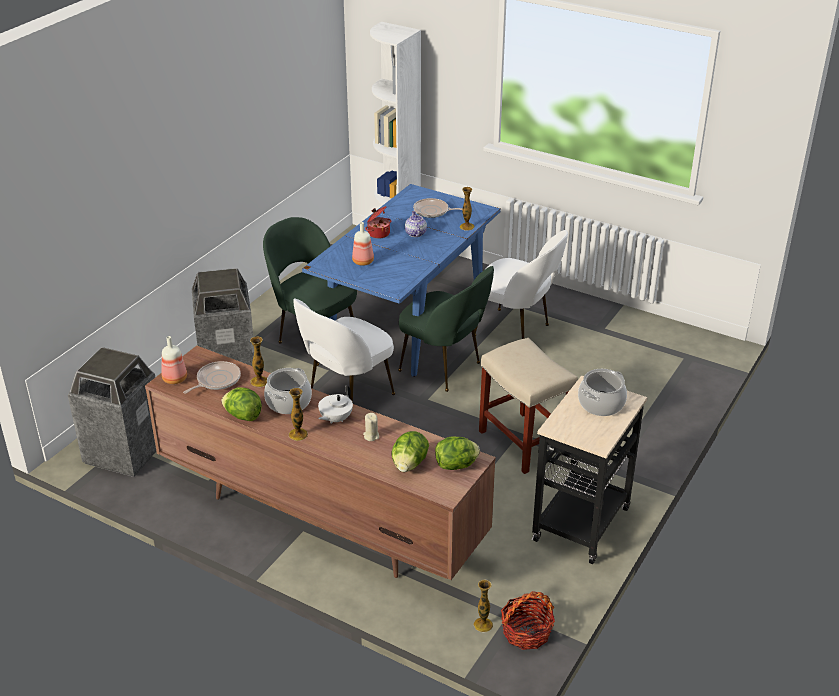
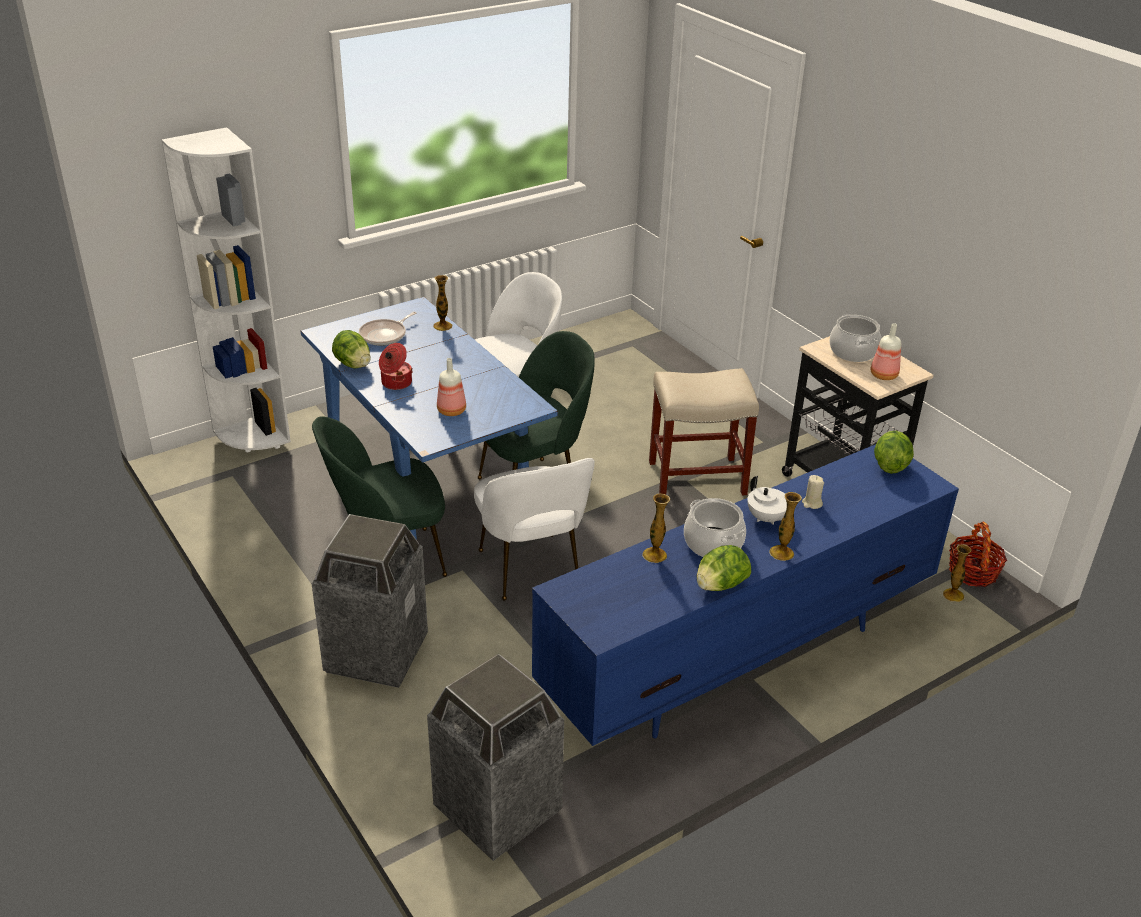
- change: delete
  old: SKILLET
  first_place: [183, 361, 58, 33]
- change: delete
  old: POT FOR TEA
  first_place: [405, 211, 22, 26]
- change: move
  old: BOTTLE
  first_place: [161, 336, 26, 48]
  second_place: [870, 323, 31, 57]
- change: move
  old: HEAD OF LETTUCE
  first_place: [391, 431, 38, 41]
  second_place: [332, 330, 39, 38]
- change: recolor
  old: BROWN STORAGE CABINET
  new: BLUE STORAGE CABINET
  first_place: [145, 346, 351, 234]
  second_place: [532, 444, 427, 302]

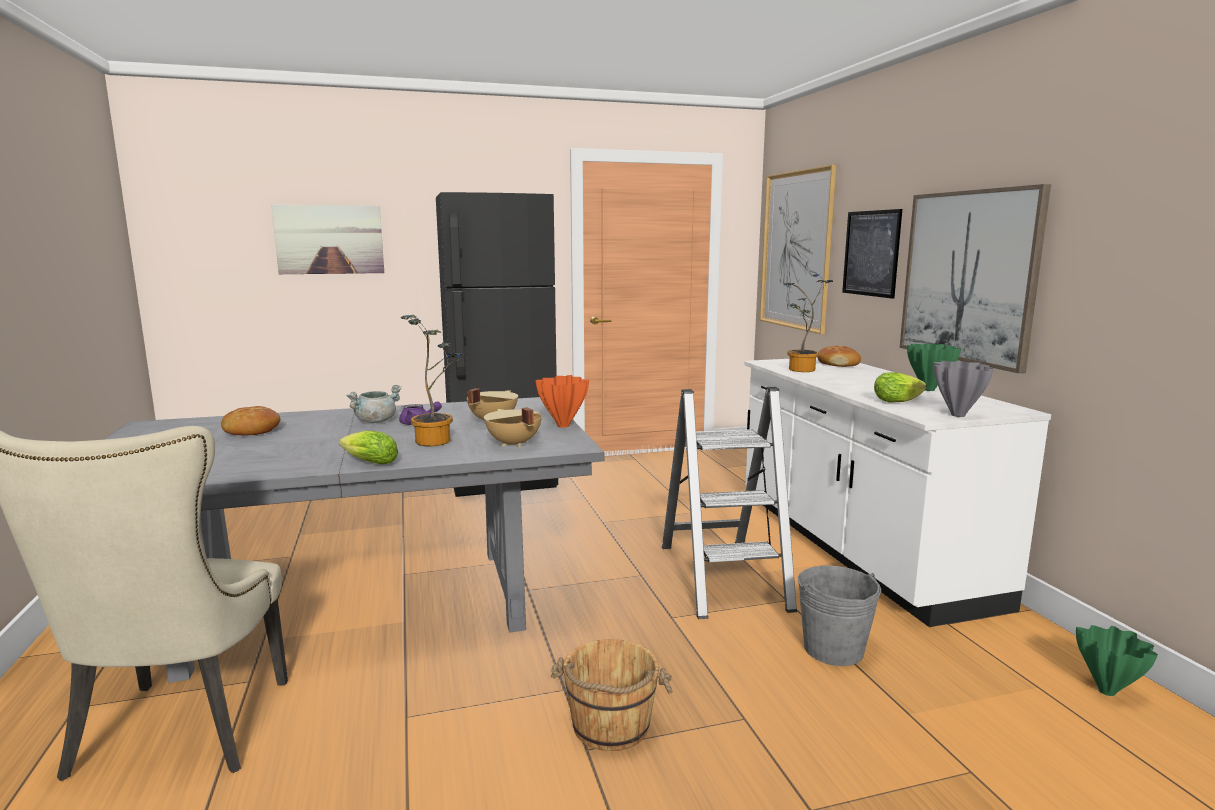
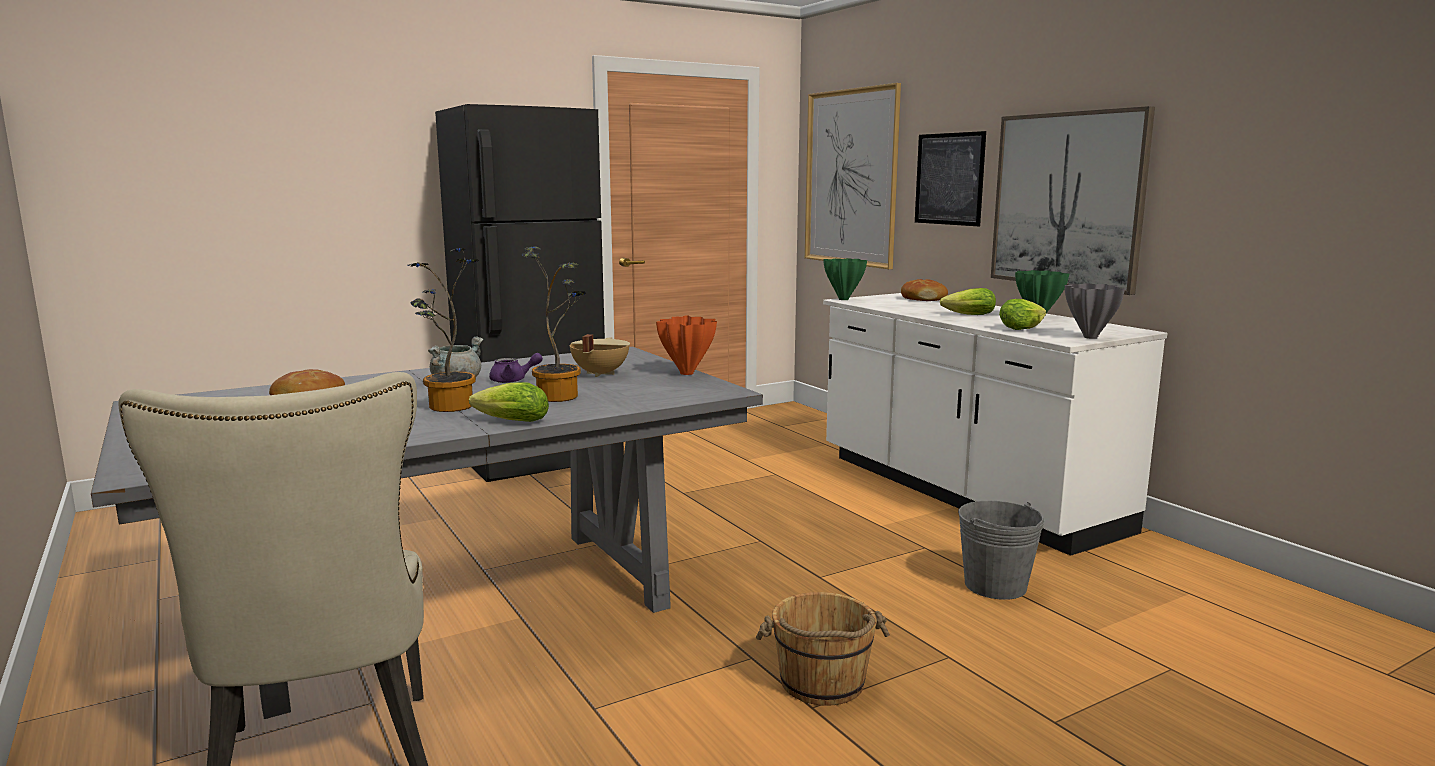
- change: delete
  old: PICTURE
  first_place: [272, 205, 112, 69]
- change: delete
  old: SAND-COLOURED STOCKPOT
  first_place: [484, 407, 58, 40]
- change: delete
  old: GREY STEP STOOL
  first_place: [662, 387, 135, 232]
- change: insert
  new: HEAD OF LETTUCE
  second_place: [940, 288, 56, 27]
- change: move
  old: HOUSEPLANT
  first_place: [785, 274, 48, 98]
  second_place: [408, 248, 70, 164]
- change: move
  old: GREEN DECORATIVE VASE
  first_place: [1076, 625, 82, 71]
  second_place: [823, 258, 44, 42]

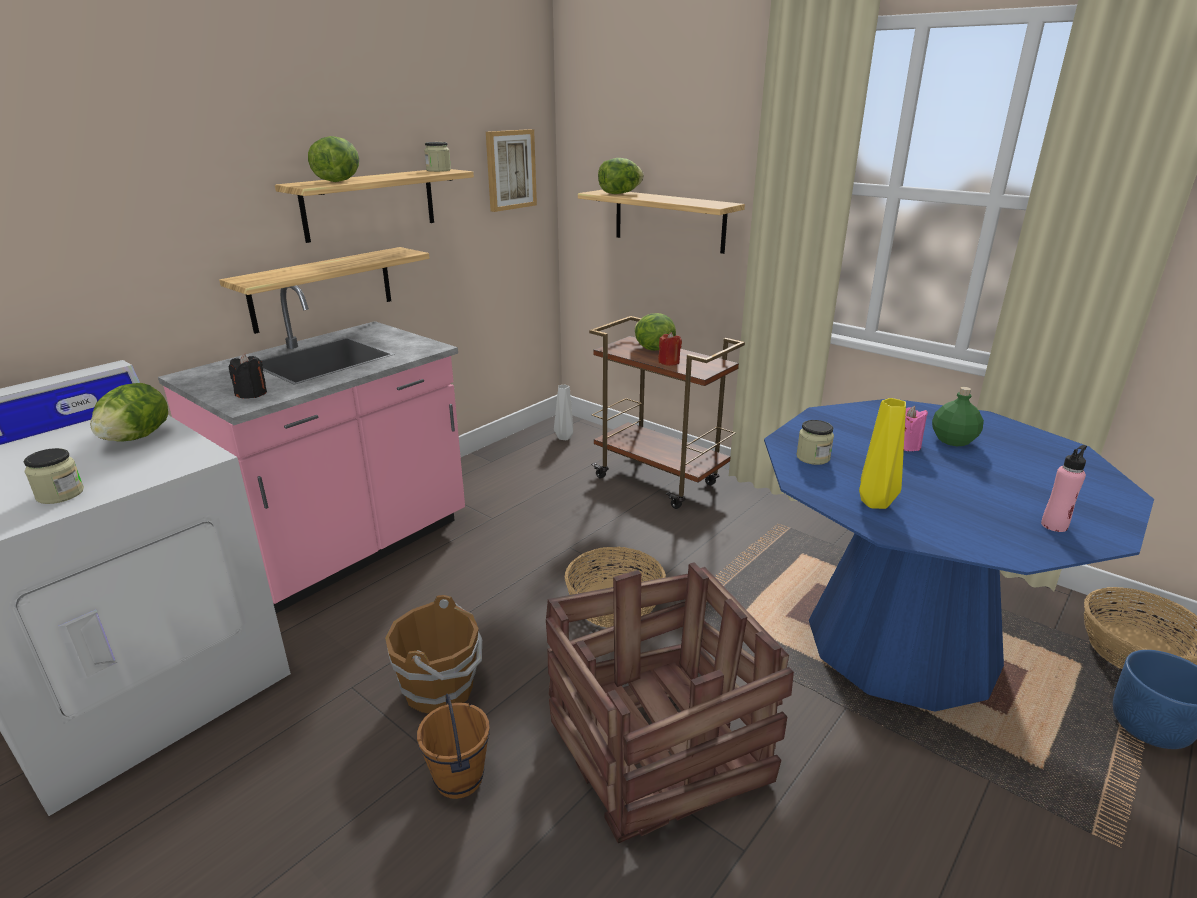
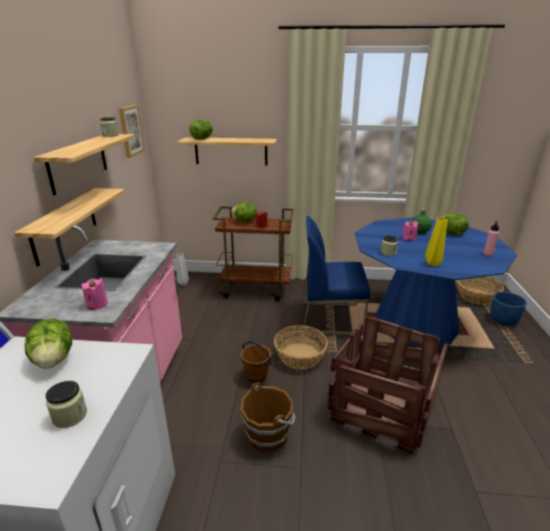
- change: insert
  new: BLUE CHAIR
  second_place: [302, 216, 68, 119]
- change: move
  old: HEAD OF LETTUCE
  first_place: [308, 136, 51, 46]
  second_place: [442, 213, 27, 22]
- change: move
  old: BROWN PAIL
  first_place: [417, 694, 73, 105]
  second_place: [241, 341, 31, 43]
- change: recolor
  old: BLACKISH WAX CANDLE
  new: PINKISH WAX CANDLE
  first_place: [229, 354, 38, 45]
  second_place: [82, 278, 26, 32]

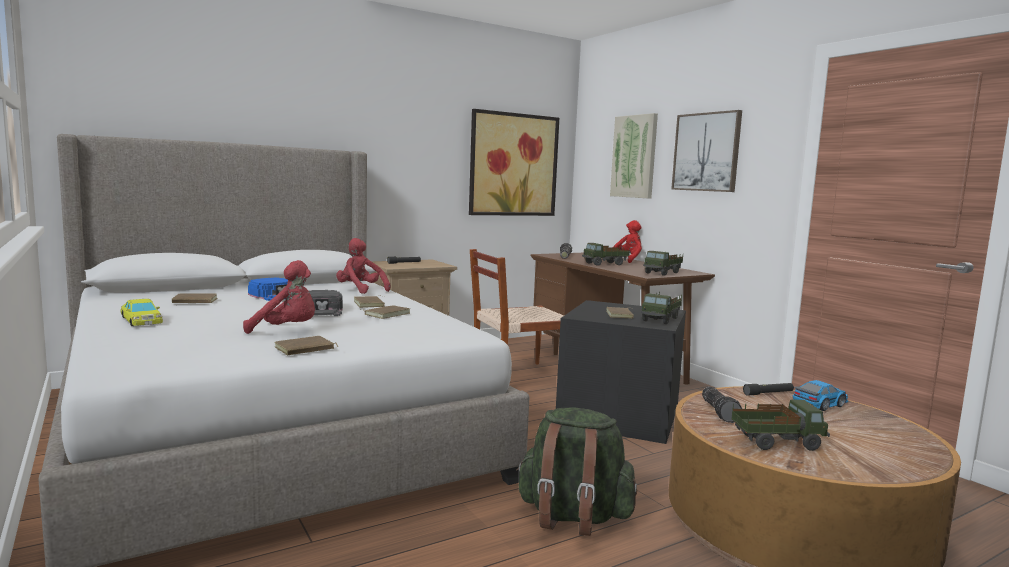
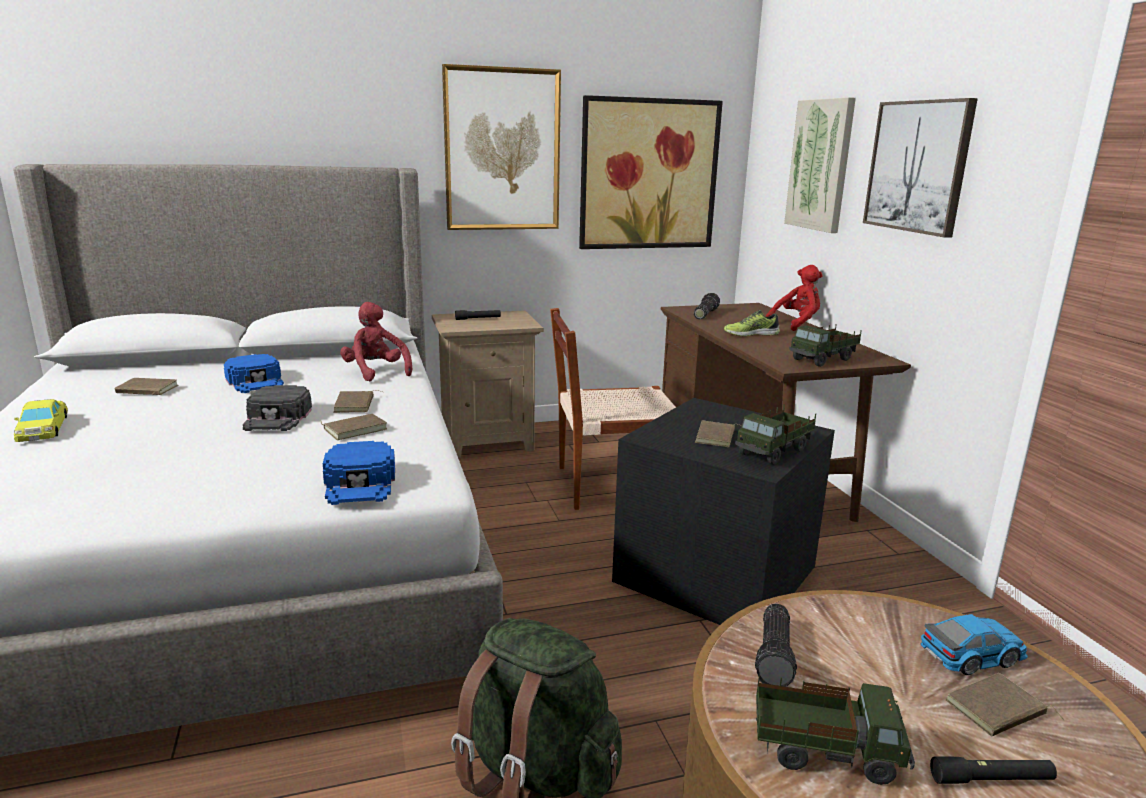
- change: delete
  old: RED-COLOURED CUDDLY TOY
  first_place: [243, 260, 72, 74]
- change: insert
  new: BLUE PEAKED CAP
  second_place: [323, 441, 72, 64]
- change: insert
  new: PICTURE
  second_place: [442, 64, 119, 166]
- change: move
  old: BROWN VOLUME
  first_place: [274, 336, 64, 19]
  second_place: [945, 673, 120, 63]
- change: move
  old: BLACKISH FLASHLIGHT
  first_place: [743, 383, 51, 13]
  second_place: [930, 757, 127, 27]
- change: replace
  old: MODEL TRUCK
  new: ITEM OF FOOTWEAR
  first_place: [582, 243, 48, 23]
  second_place: [724, 310, 56, 26]

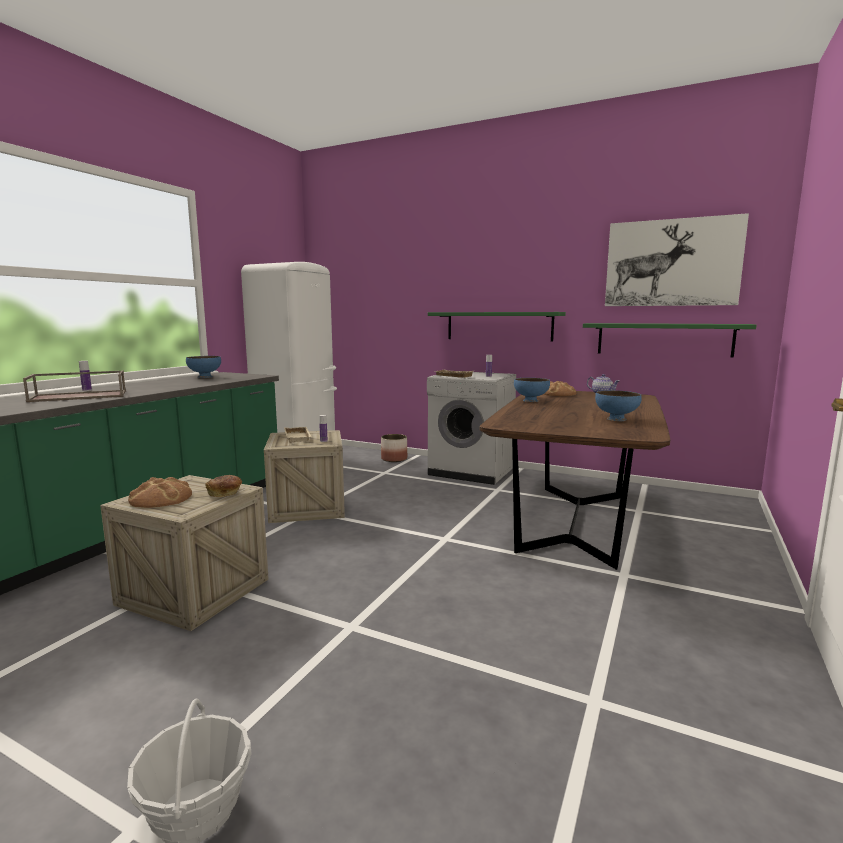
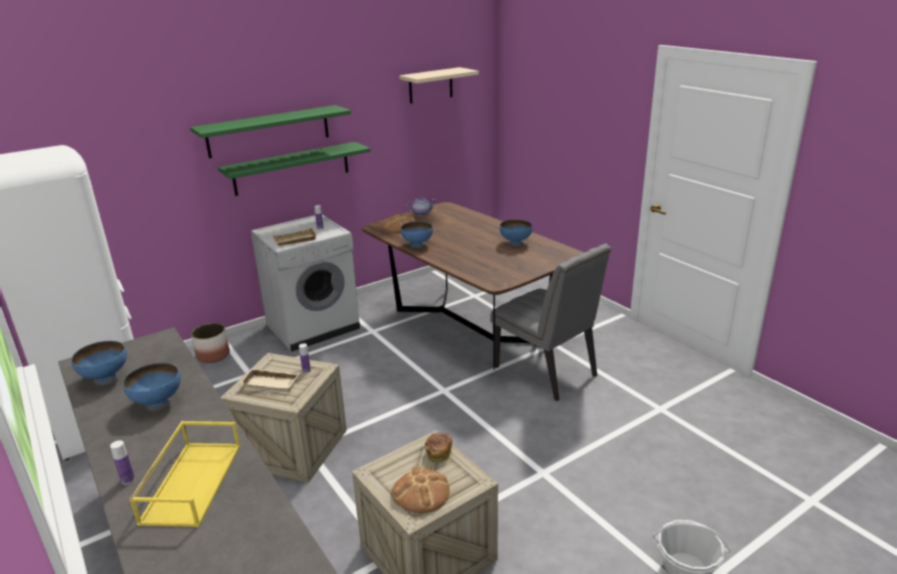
- change: insert
  new: BLUE DEEP DISH
  second_place: [123, 363, 58, 47]
- change: insert
  new: GREY CHAIR
  second_place: [490, 243, 121, 158]
- change: move
  old: GREEN BRACKET SHELF
  first_place: [583, 323, 173, 35]
  second_place: [190, 105, 161, 53]
- change: replace
  old: PICTURE
  new: SAND-COLOURED BRACKET SHELF
  first_place: [605, 213, 144, 93]
  second_place: [399, 67, 80, 37]
- change: recolor
  old: BROWN CARRYING TRAY
  new: YELLOWISH CARRYING TRAY
  first_place: [23, 371, 103, 31]
  second_place: [129, 421, 111, 106]

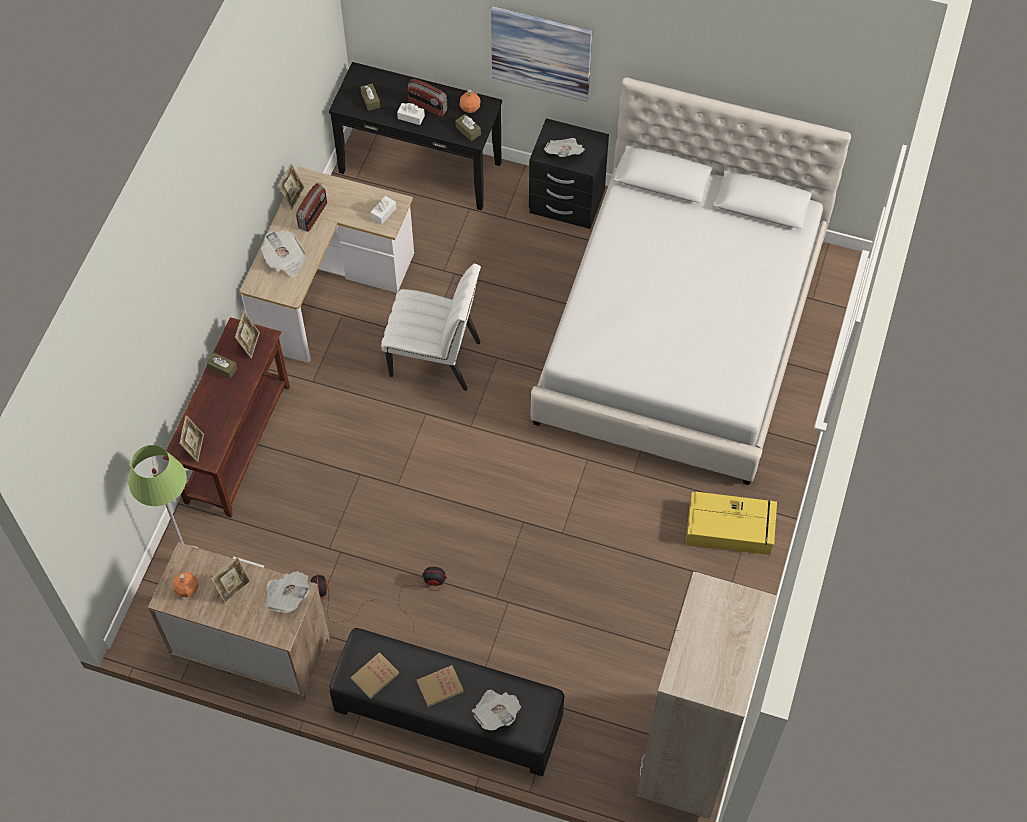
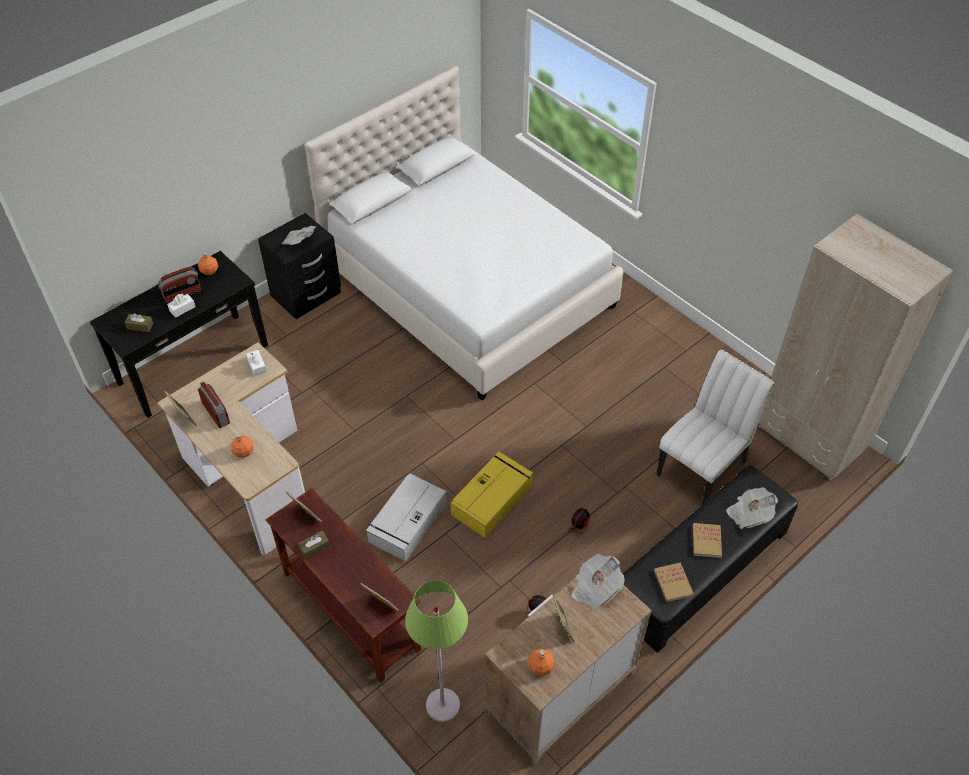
- change: delete
  old: BROWN TISSUE HOLDER
  first_place: [455, 114, 26, 27]
- change: delete
  old: PICTURE
  first_place: [491, 6, 101, 96]
- change: insert
  new: GREY STORAGE CONTAINER
  second_place: [366, 474, 81, 88]
- change: move
  old: WHITISH CHAIR
  first_place: [381, 264, 100, 127]
  second_place: [657, 350, 118, 156]
- change: move
  old: YELLOWISH STORAGE CONTAINER
  first_place: [686, 492, 91, 63]
  second_place: [451, 452, 82, 86]
- change: replace
  old: NEWSPAPER
  new: ORANGE-COLOURED BOTTLE
  first_place: [261, 230, 47, 47]
  second_place: [231, 434, 23, 24]

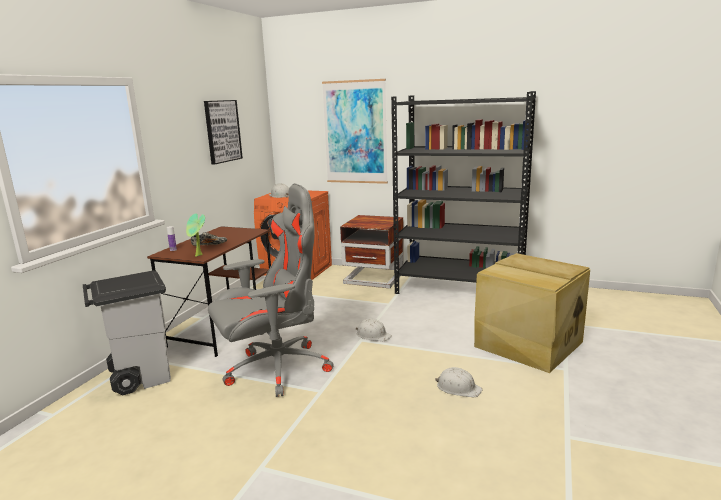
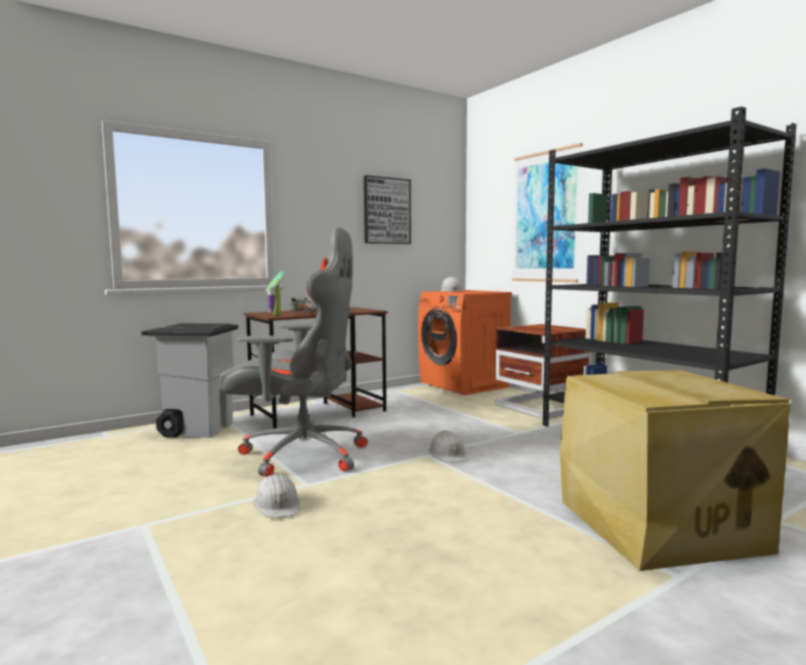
- change: move
  old: WHITISH HARD HAT
  first_place: [435, 367, 47, 30]
  second_place: [254, 474, 46, 44]

